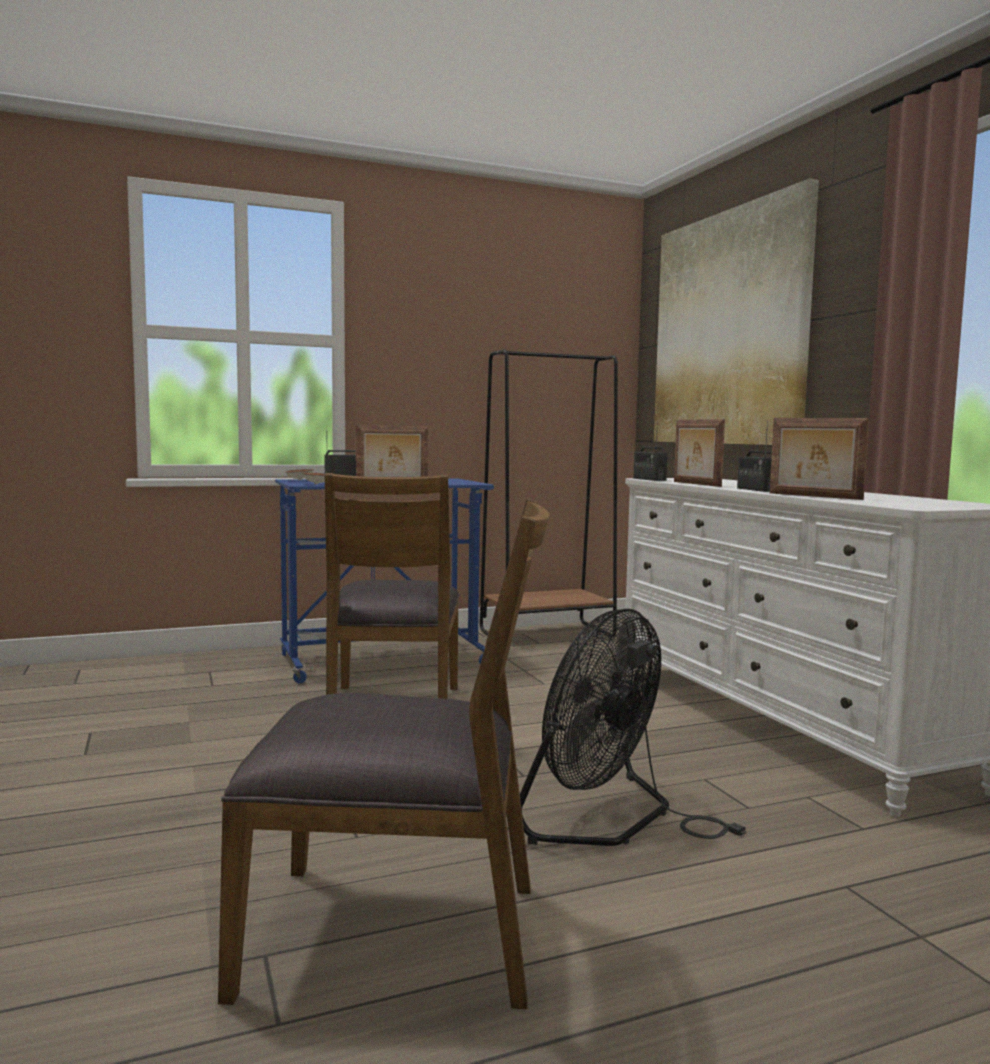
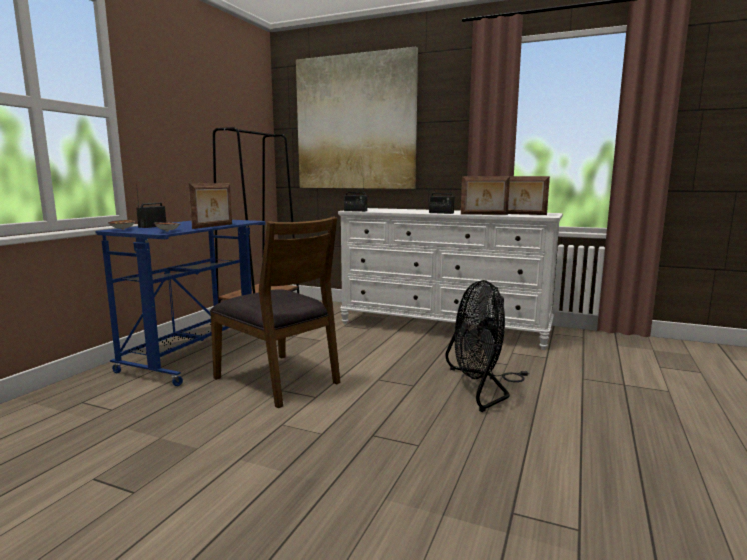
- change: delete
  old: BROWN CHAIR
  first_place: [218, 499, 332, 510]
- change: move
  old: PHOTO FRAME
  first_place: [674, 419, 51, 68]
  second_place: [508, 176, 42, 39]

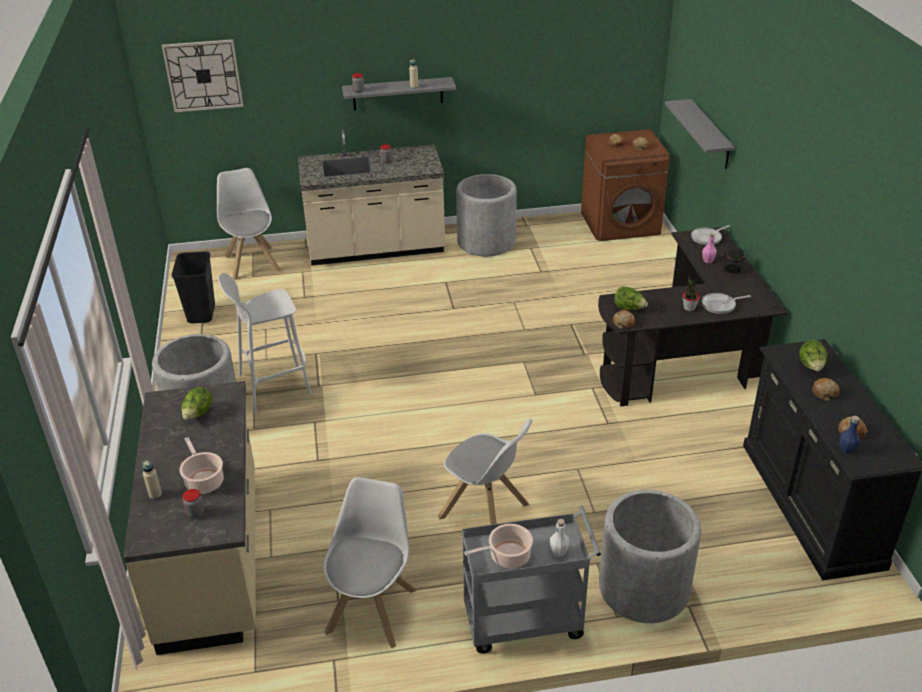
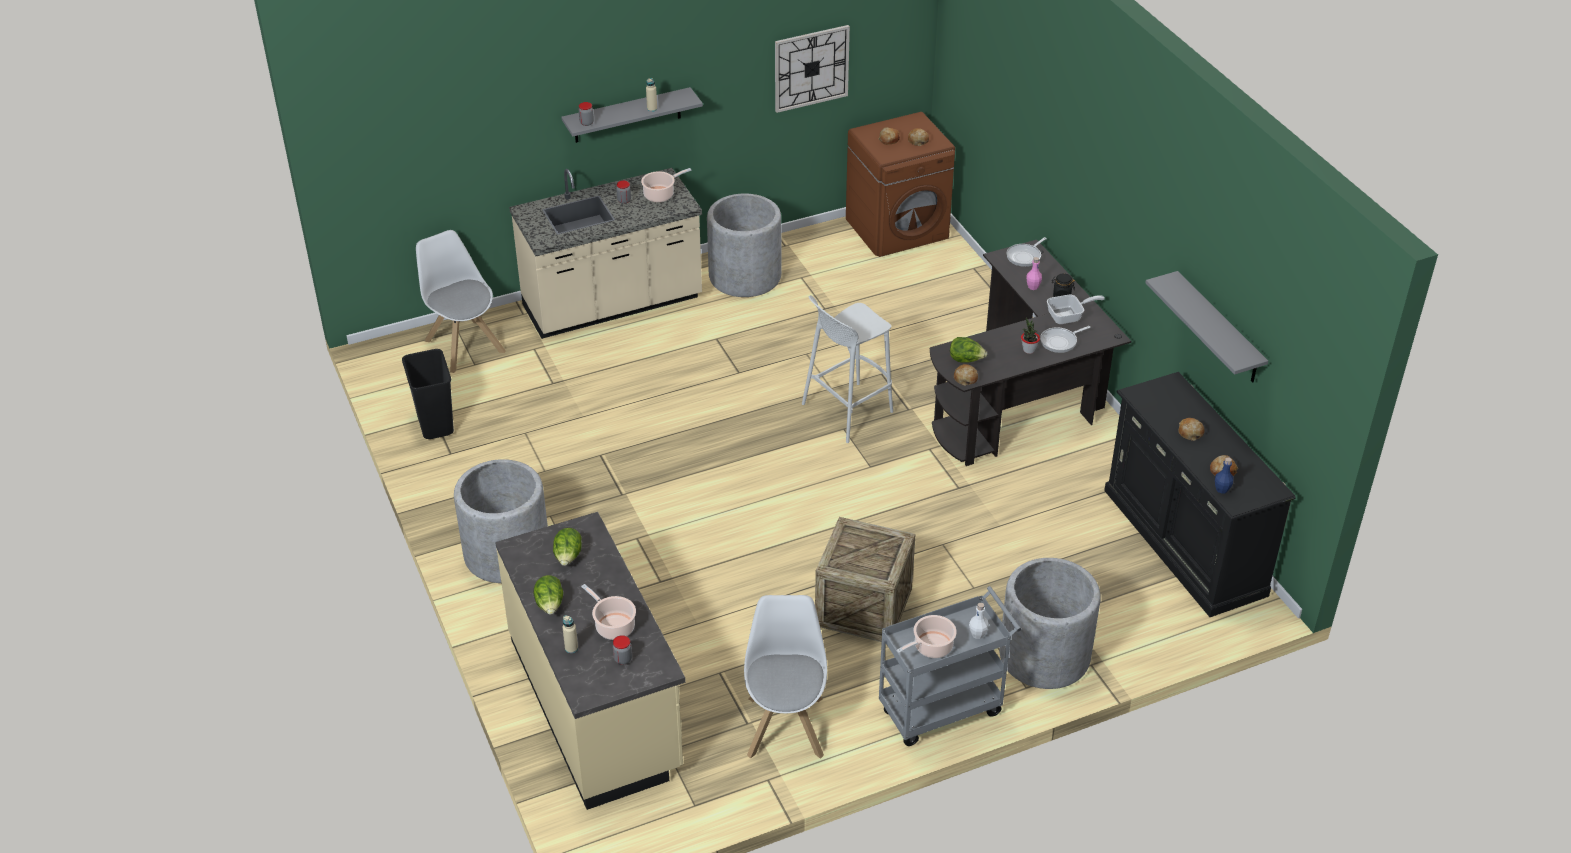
- change: insert
  new: STOCKPOT
  second_place: [641, 168, 51, 34]
- change: insert
  new: SKILLET
  second_place: [1047, 295, 58, 29]
- change: move
  old: WALL CLOCK
  first_place: [162, 39, 81, 73]
  second_place: [775, 25, 75, 88]
- change: move
  old: WHITISH STOOL SEAT
  first_place: [218, 273, 93, 141]
  second_place: [802, 295, 91, 148]
- change: move
  old: GREY BRACKET SHELF
  first_place: [665, 99, 70, 70]
  second_place: [1145, 271, 123, 112]
- change: move
  old: HEAD OF LETTUCE
  first_place: [799, 340, 28, 31]
  second_place: [534, 575, 30, 40]
- change: replace
  old: CHAIR
  new: PACKING CRATE
  first_place: [438, 419, 94, 106]
  second_place: [815, 517, 101, 125]

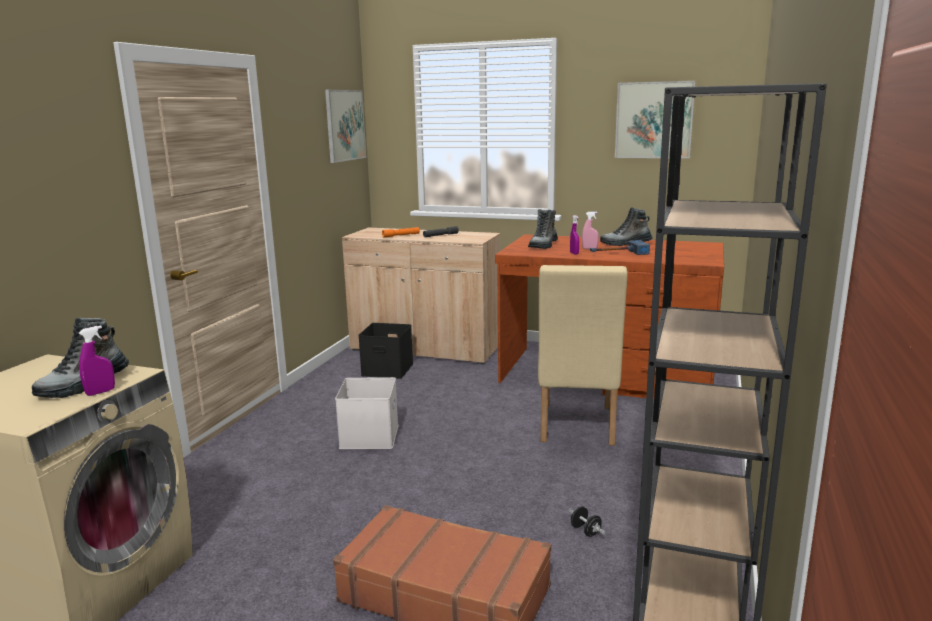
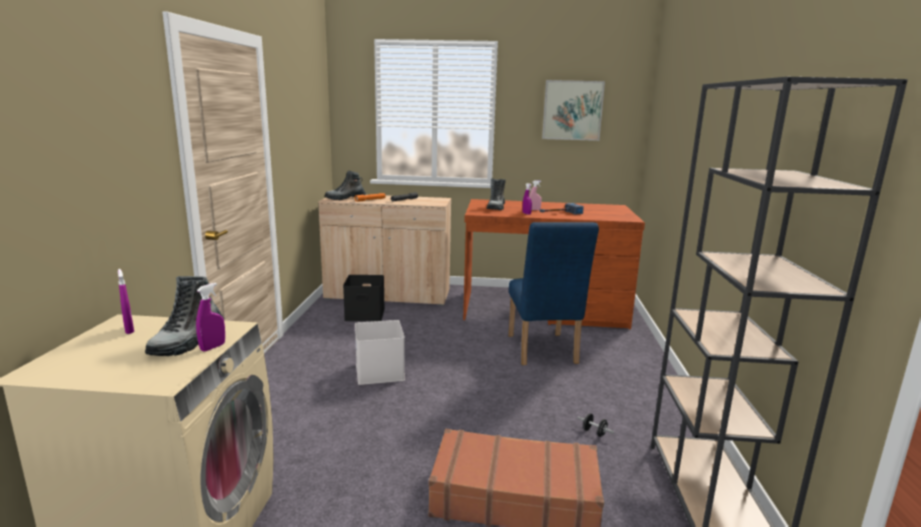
- change: delete
  old: PICTURE
  first_place: [325, 90, 41, 73]
- change: insert
  new: PURPLE-COLOURED SPRAY BOTTLE
  second_place: [118, 269, 16, 65]
- change: move
  old: HIGH-TOP BOOT
  first_place: [600, 207, 53, 39]
  second_place: [325, 171, 41, 29]
- change: recolor
  old: SAND-COLOURED CHAIR
  new: BLUE CHAIR
  first_place: [538, 265, 90, 180]
  second_place: [508, 222, 91, 143]

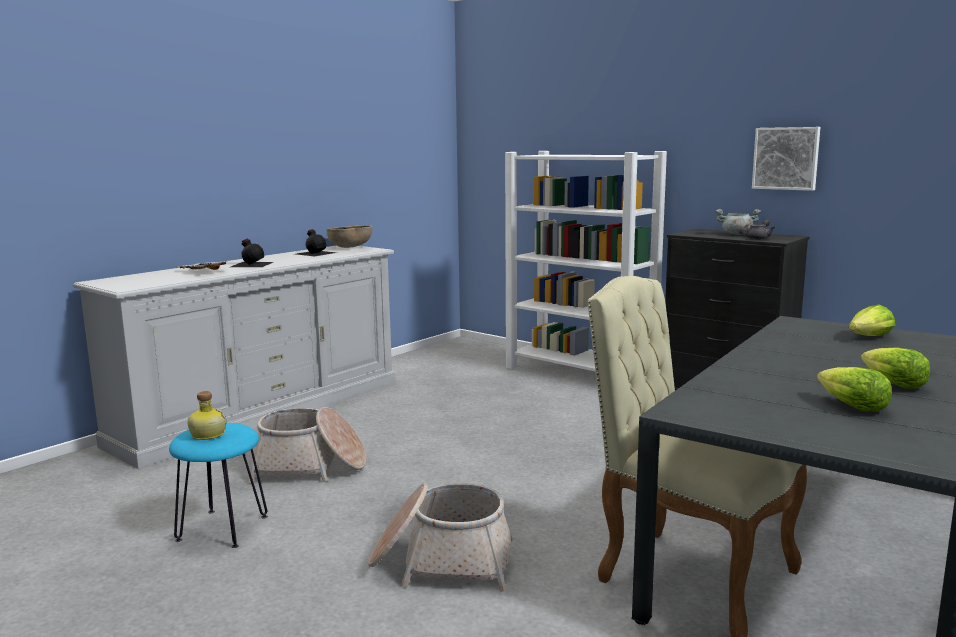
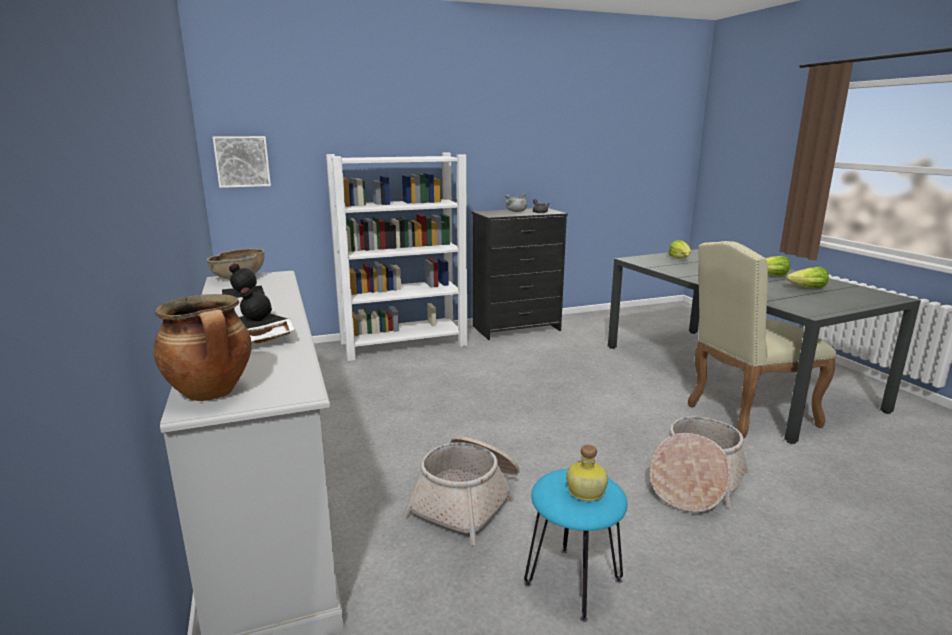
- change: insert
  new: STOCKPOT
  second_place: [154, 294, 98, 107]
- change: move
  old: PICTURE
  first_place: [752, 127, 68, 64]
  second_place: [213, 136, 58, 52]

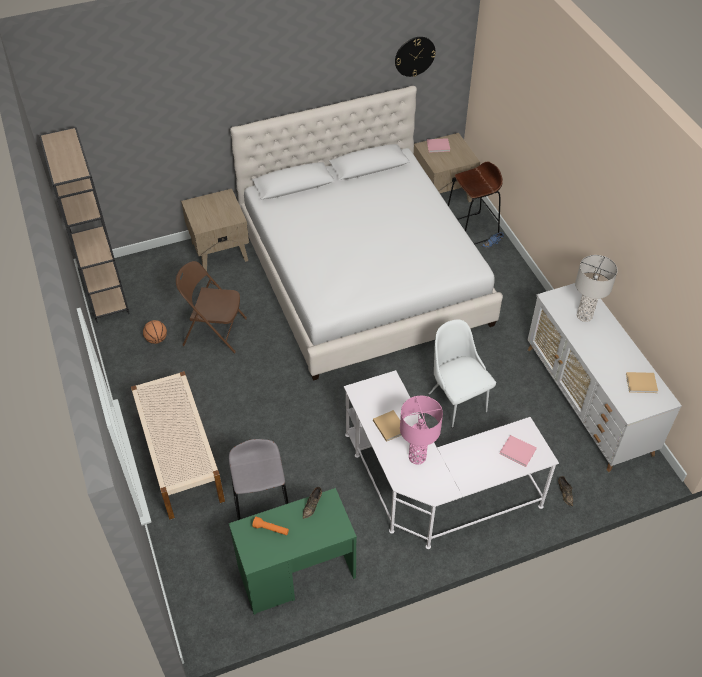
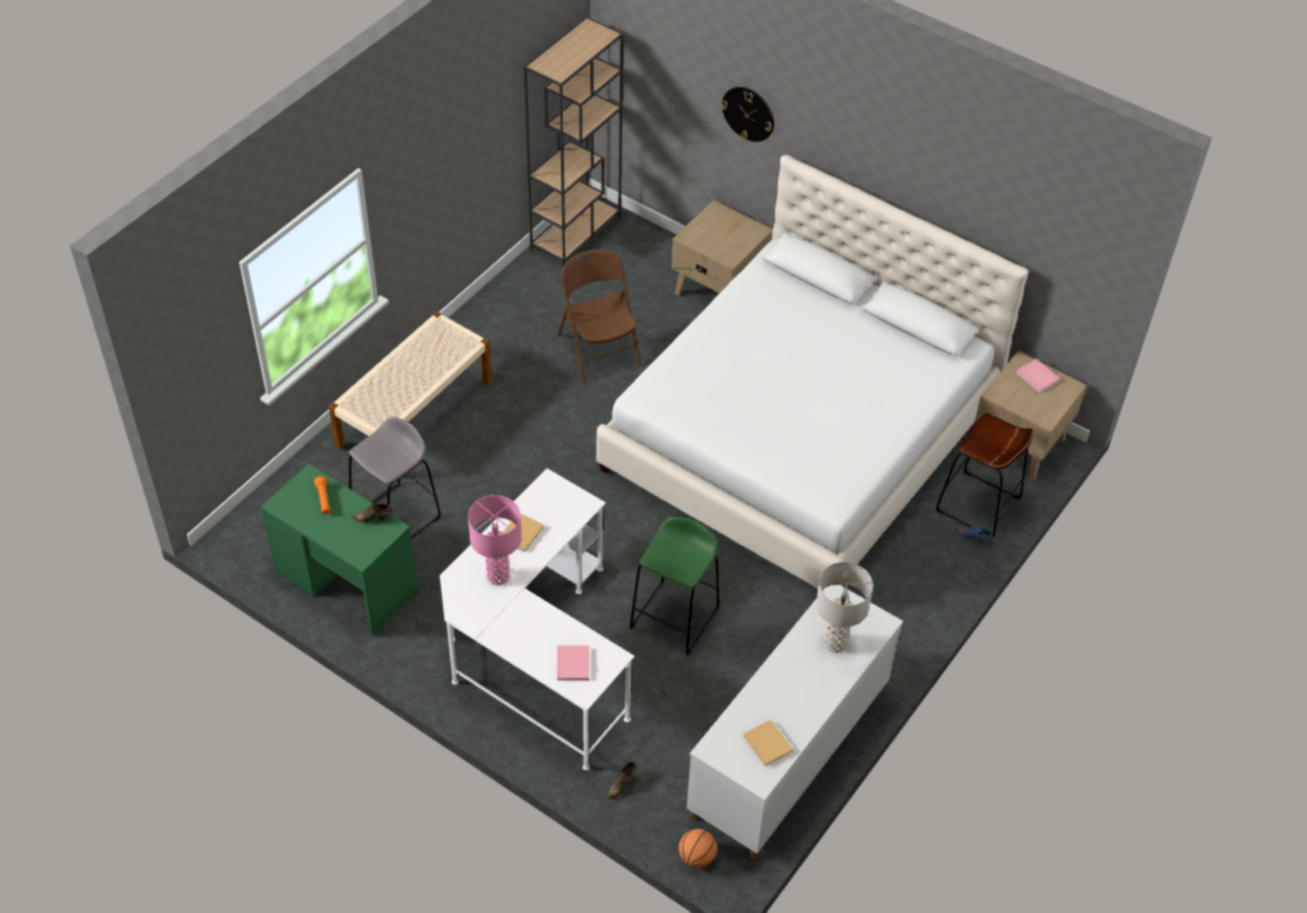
- change: move
  old: BASKETBALL
  first_place: [143, 320, 24, 24]
  second_place: [679, 829, 38, 39]
- change: move
  old: WALL CLOCK
  first_place: [395, 37, 41, 40]
  second_place: [721, 87, 53, 55]
- change: replace
  old: WHITISH CHAIR
  new: GREEN STOOL SEAT
  first_place: [428, 319, 68, 109]
  second_place: [630, 517, 89, 139]

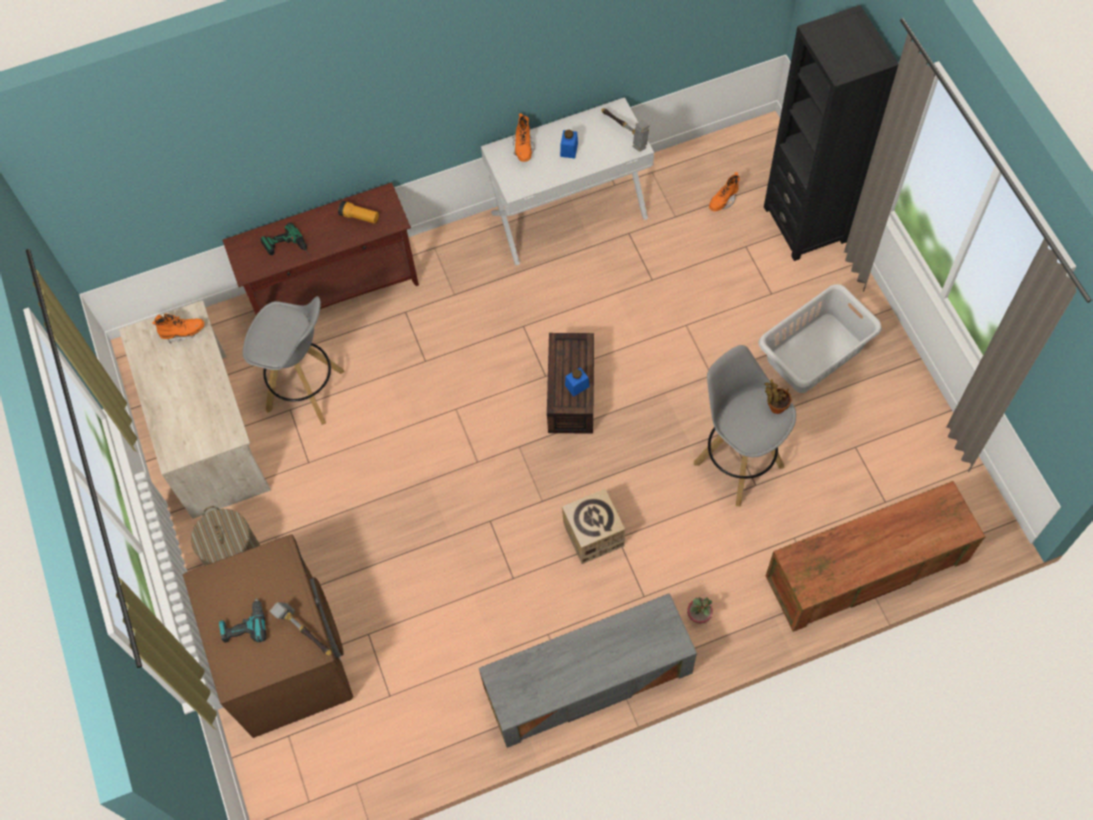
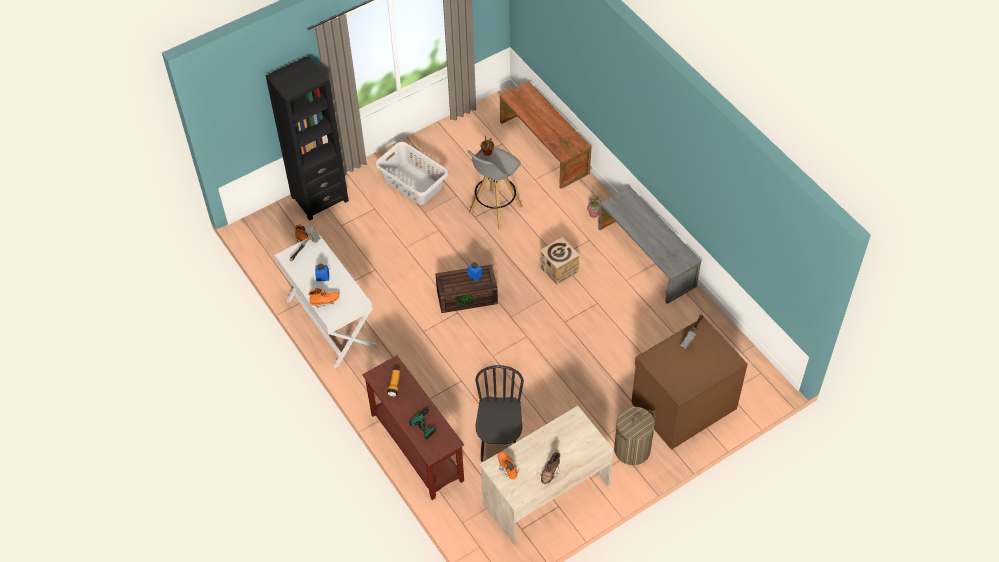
- change: delete
  old: ELECTRIC DRILL
  first_place: [219, 597, 47, 46]
- change: insert
  new: BROWN HIGH-TOP BOOT
  second_place: [541, 450, 19, 34]
- change: replace
  old: GREY STOOL SEAT
  new: BLACKISH CHAIR
  first_place: [243, 296, 102, 129]
  second_place: [475, 365, 49, 97]

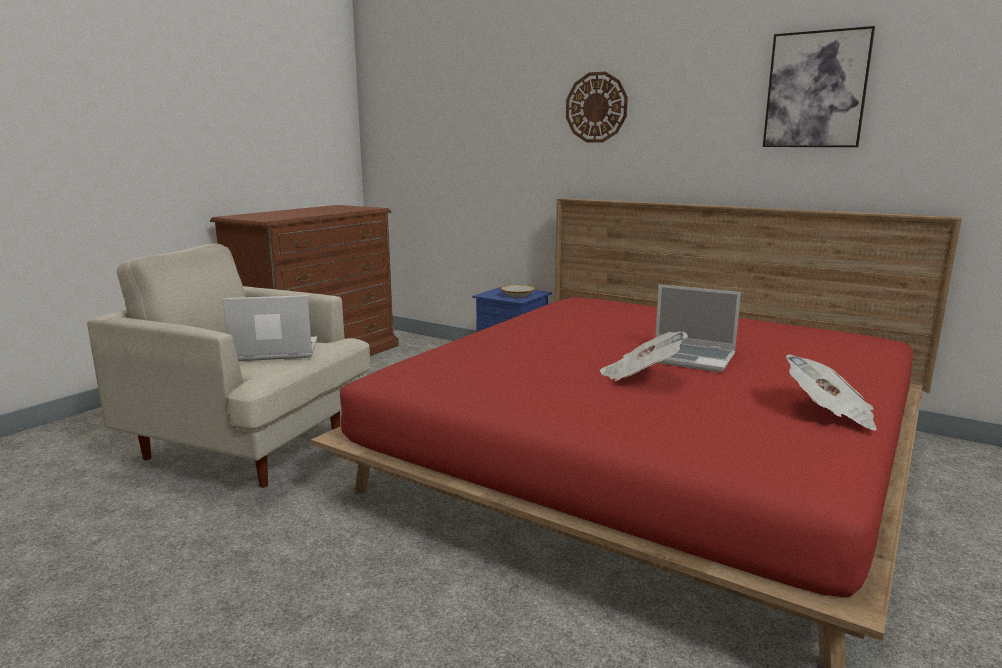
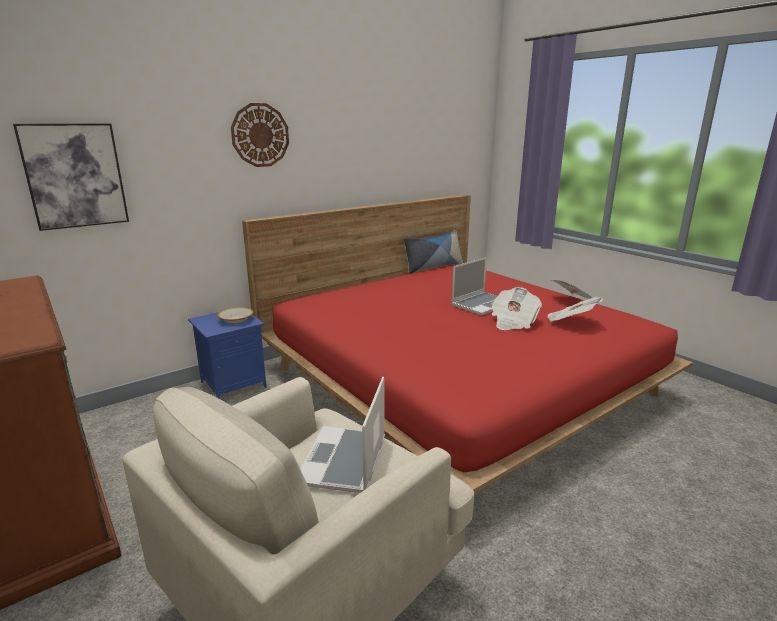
- change: insert
  new: CUSHION
  second_place: [403, 230, 60, 44]
- change: insert
  new: NEWSPAPER
  second_place: [548, 297, 55, 25]
- change: move
  old: PICTURE
  first_place: [763, 26, 112, 121]
  second_place: [13, 123, 116, 108]

